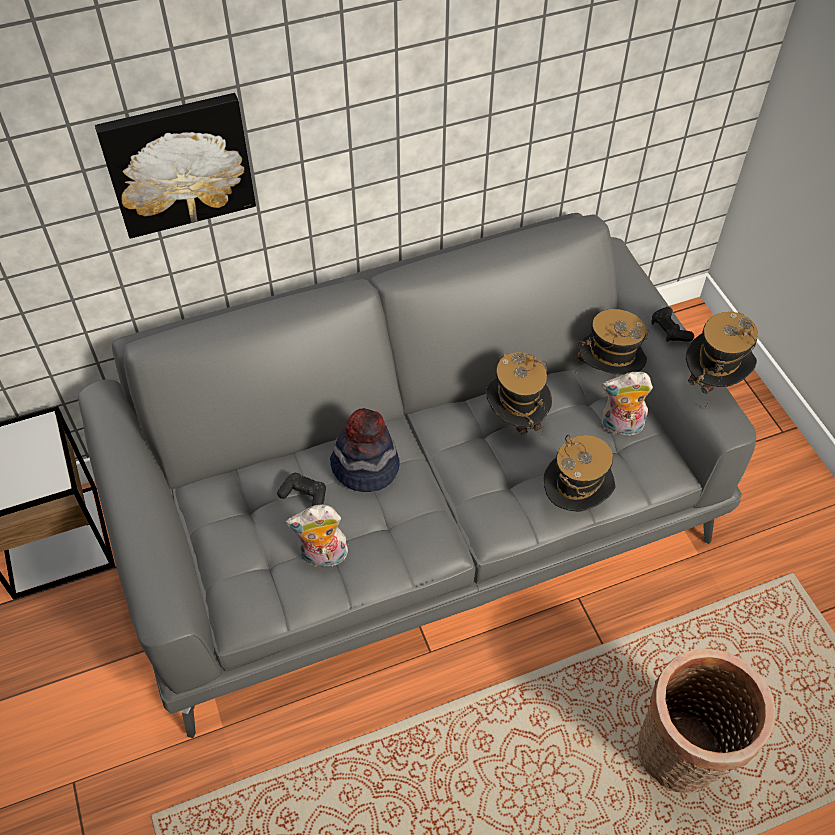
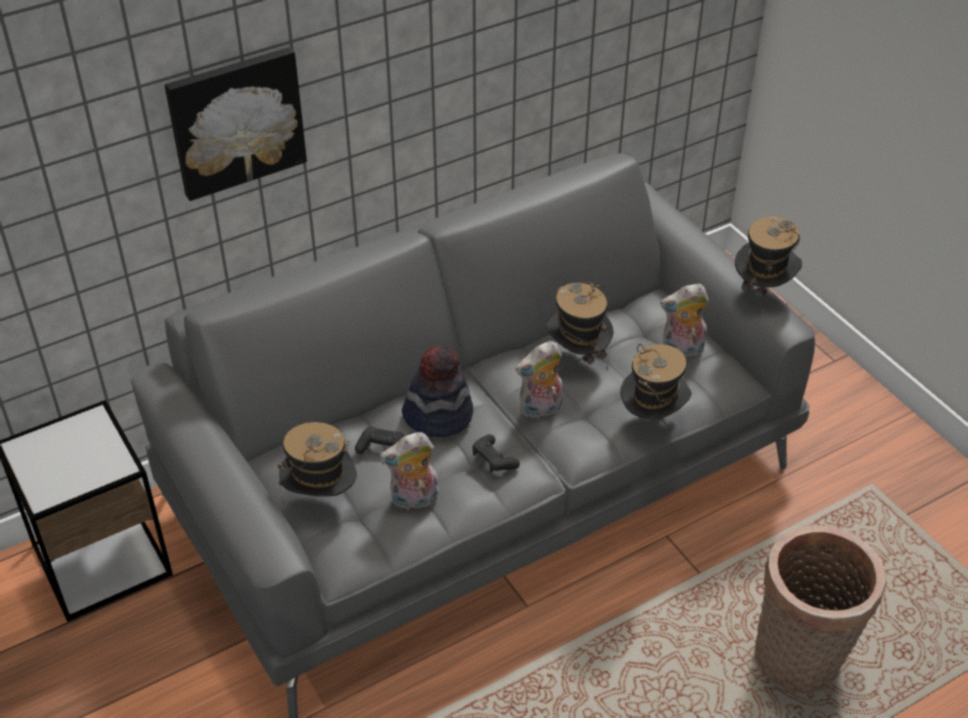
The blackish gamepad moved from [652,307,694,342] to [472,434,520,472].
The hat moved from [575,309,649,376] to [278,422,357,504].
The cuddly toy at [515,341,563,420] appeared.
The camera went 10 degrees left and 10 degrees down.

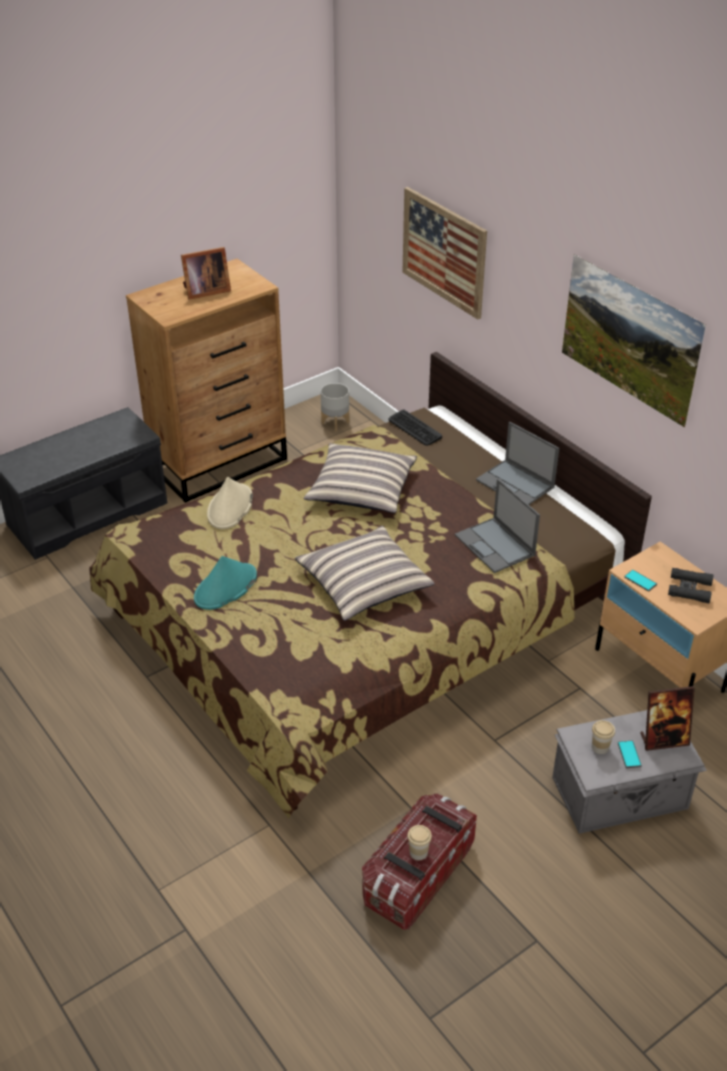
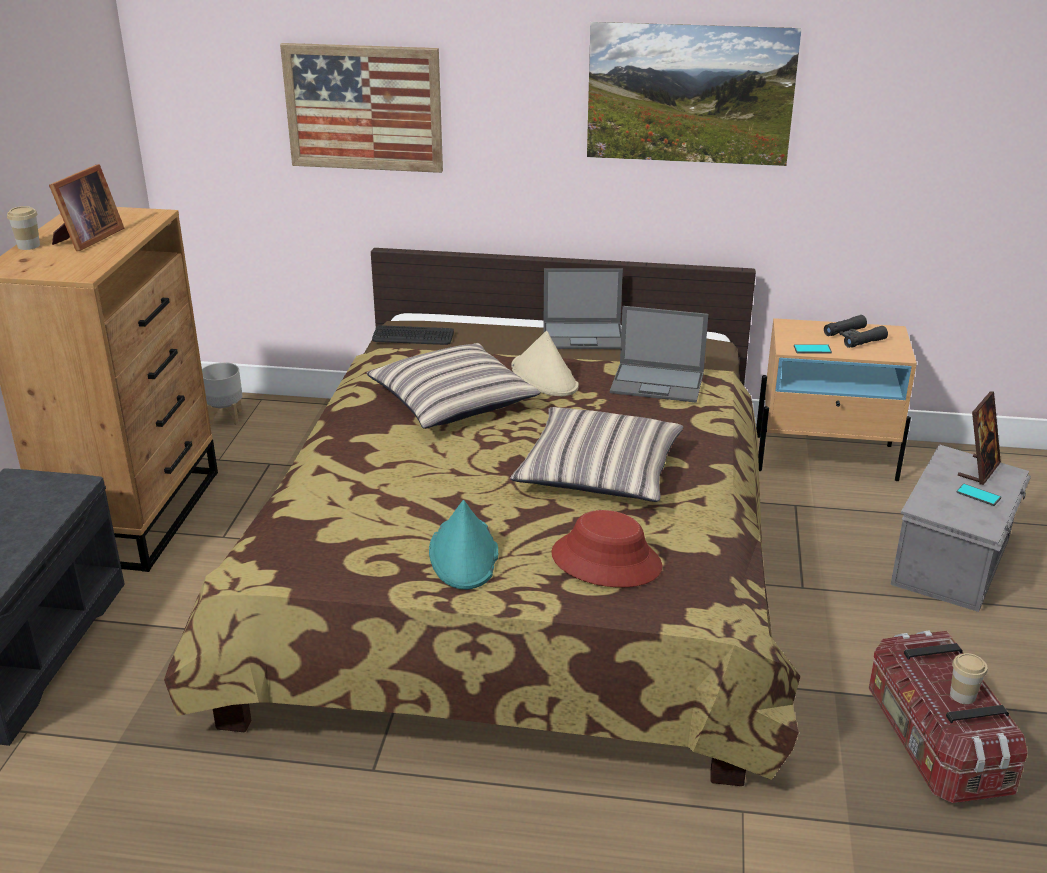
The sand-coloured hat moved from [207,477,253,529] to [511,331,579,396].
The drinking cup moved from [592,720,615,754] to [7,206,40,250].
The reddish hat at [551,510,662,588] appeared.
The camera went 45 degrees left and 10 degrees down.

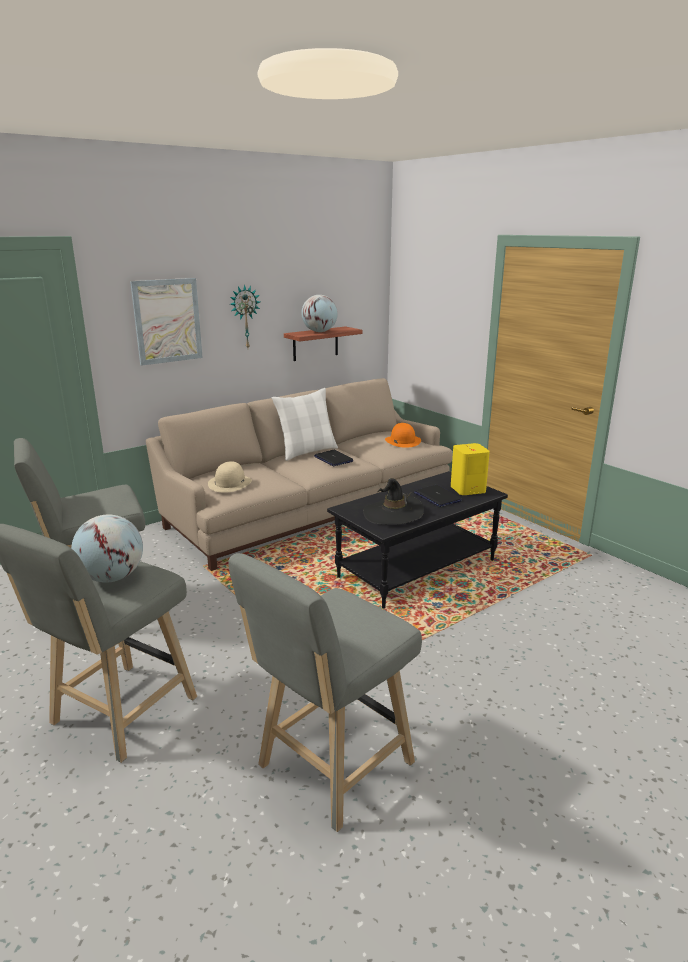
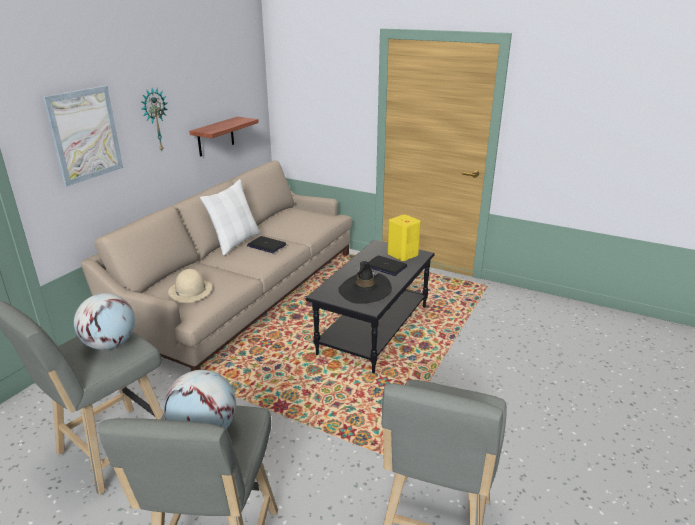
The globe moved from [301,295,338,332] to [74,293,135,350].
The orange-coloured hat at [385,423,421,448] disappeared.
The camera went 25 degrees left and 5 degrees up.

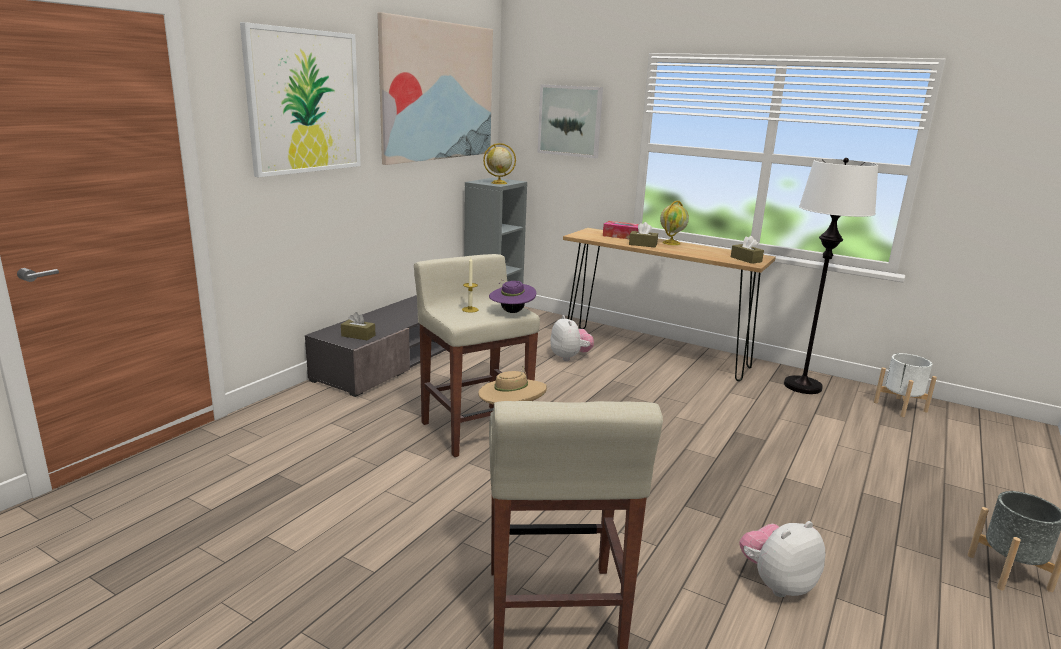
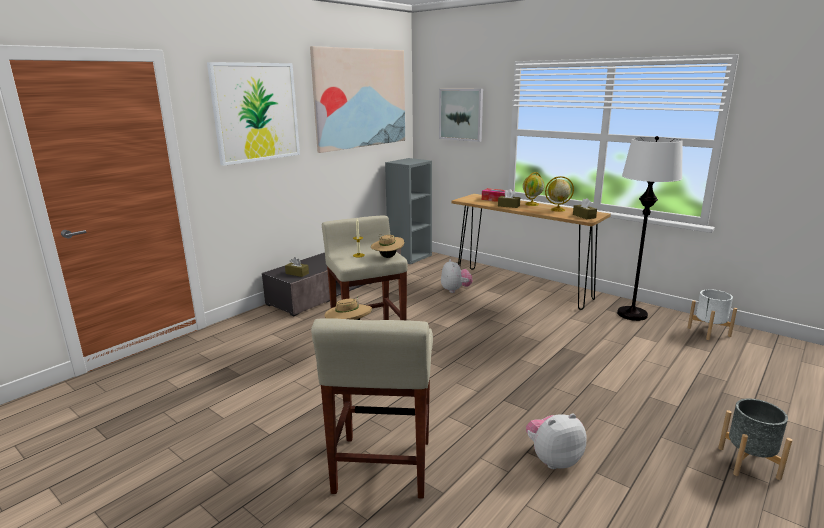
The globe moved from [483,143,516,184] to [545,176,574,212].
The purple hat at [489,280,536,313] became the sand-coloured hat at [371,234,404,258].
The camera went 10 degrees right and 0 degrees up.

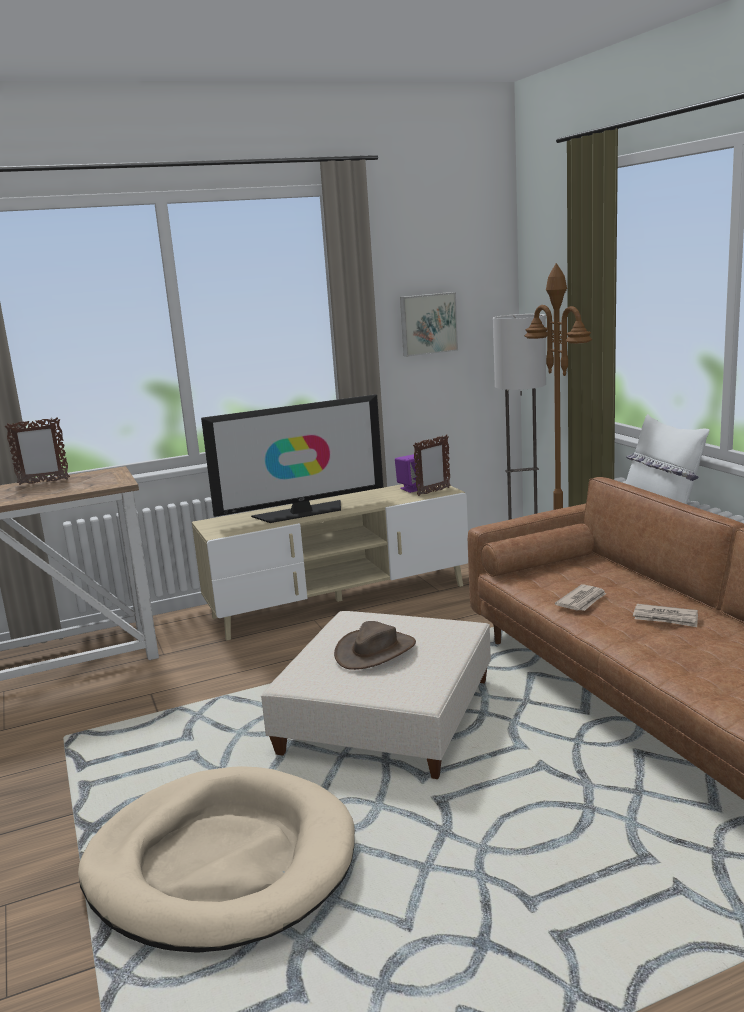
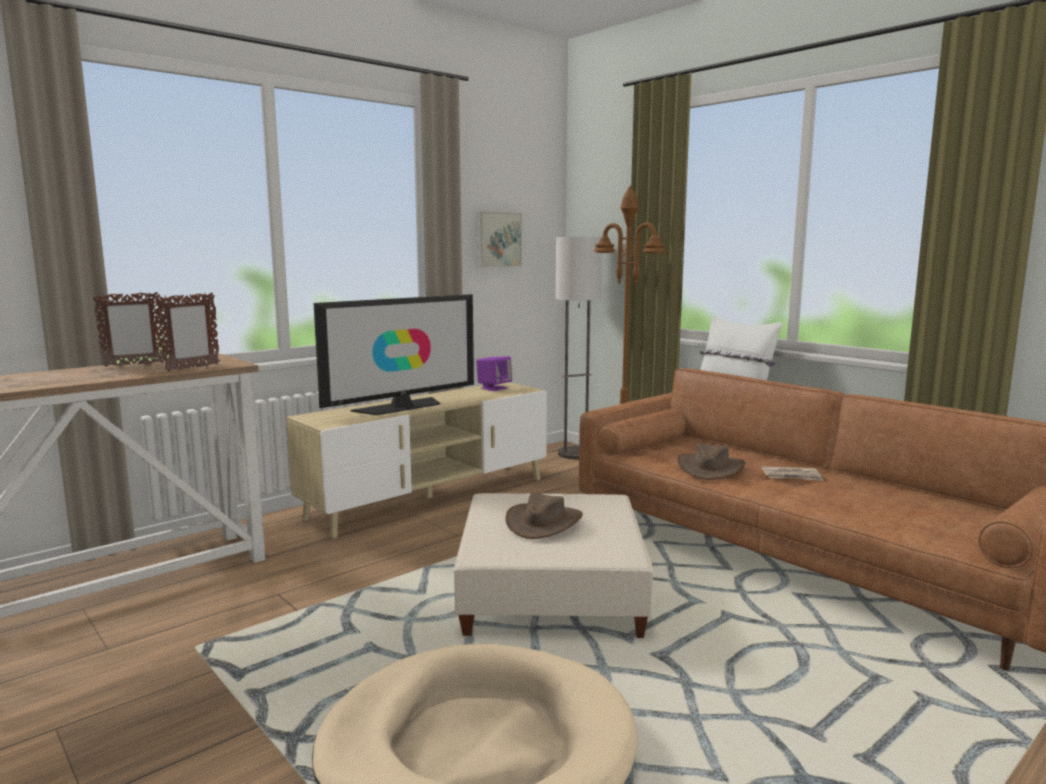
The picture frame moved from [413,435,451,496] to [157,293,220,371].
The newspaper at [555,584,606,611] was replaced by the brownish hat at [677,443,745,480].
The camera went 20 degrees left and 5 degrees down.

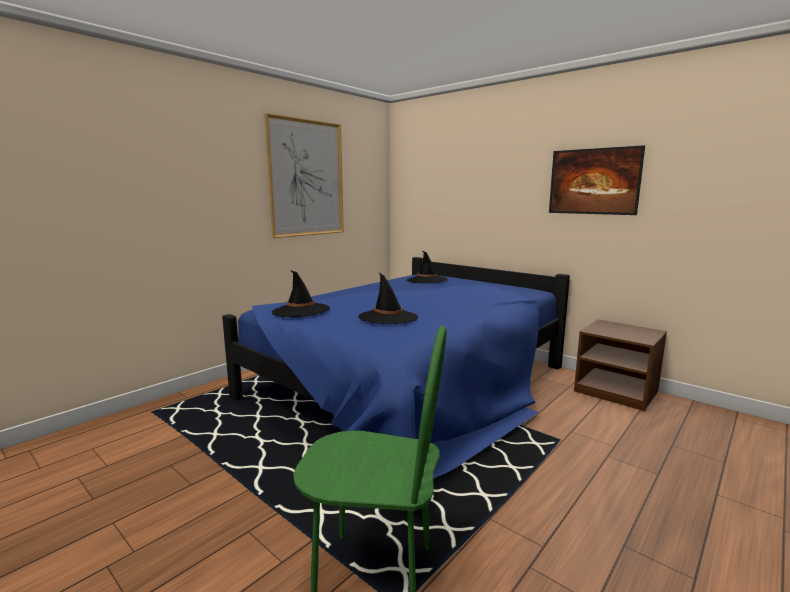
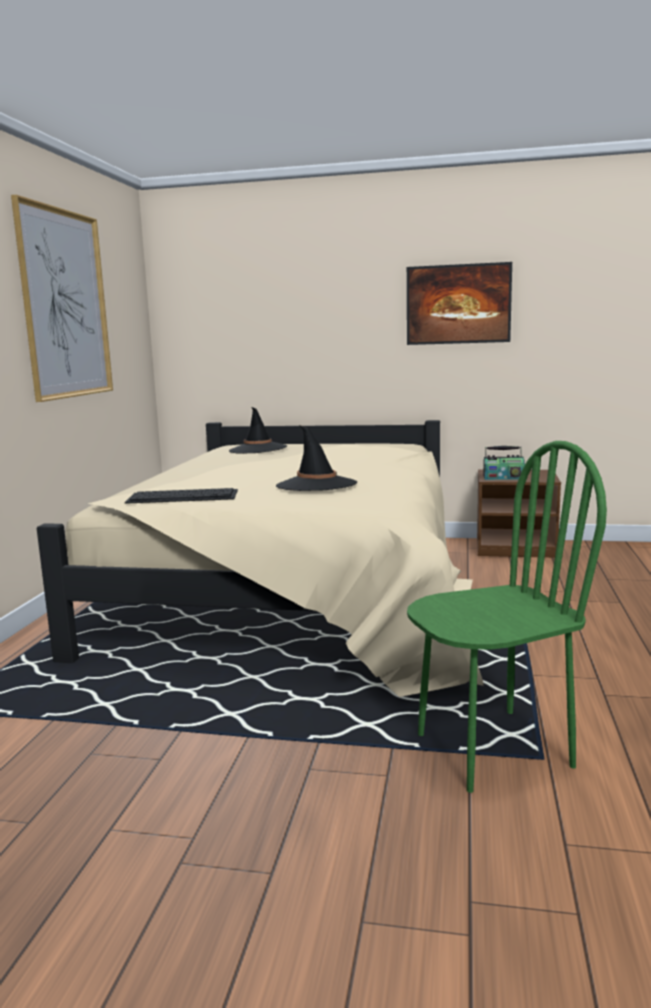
The blue-coloured bedroom bed at [222,257,570,479] became the sand-coloured bedroom bed at [37,420,484,697].
The blackish hat at [272,270,330,317] was replaced by the PC keyboard at [125,488,238,504].
The radio at [483,446,525,480] appeared.
The camera went 30 degrees left and 0 degrees up.

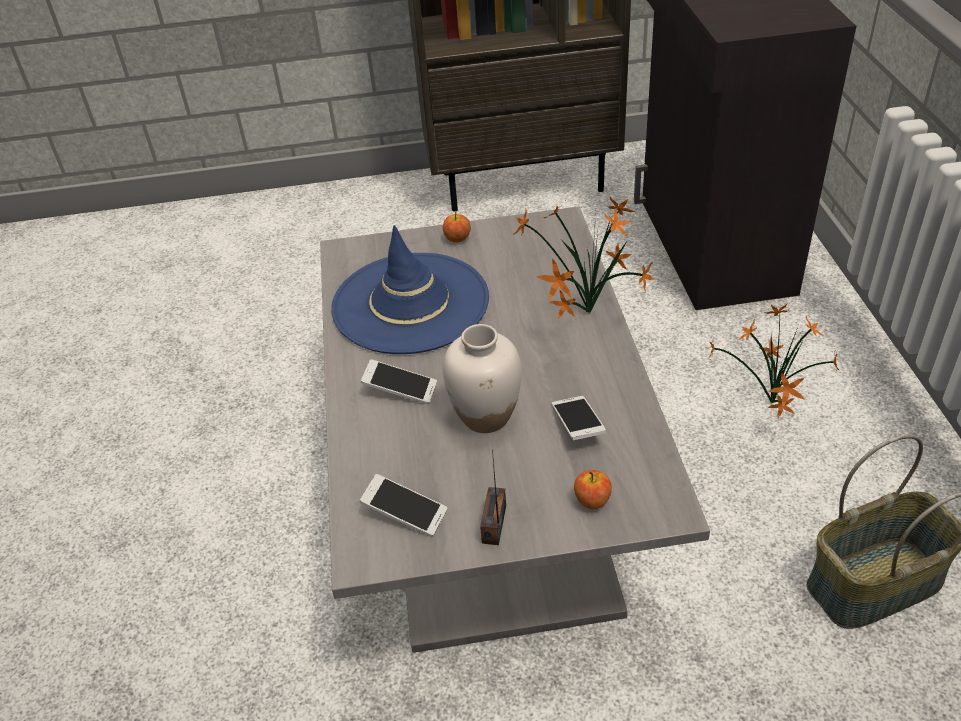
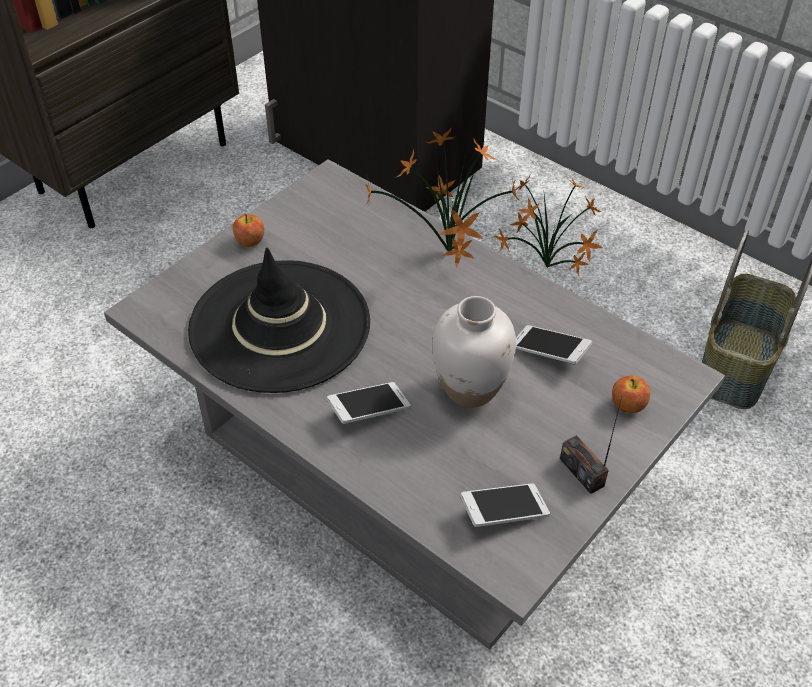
The blue-coloured hat at [331,225,489,354] became the blackish hat at [188,248,370,393].
The camera went 45 degrees left and 5 degrees up.

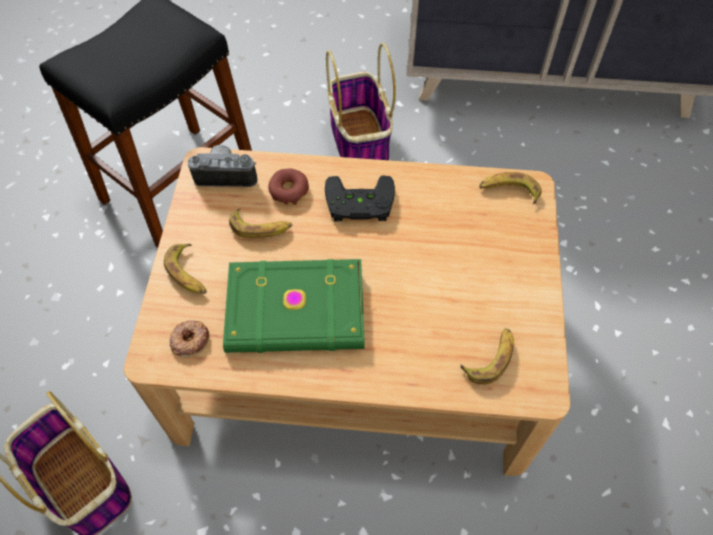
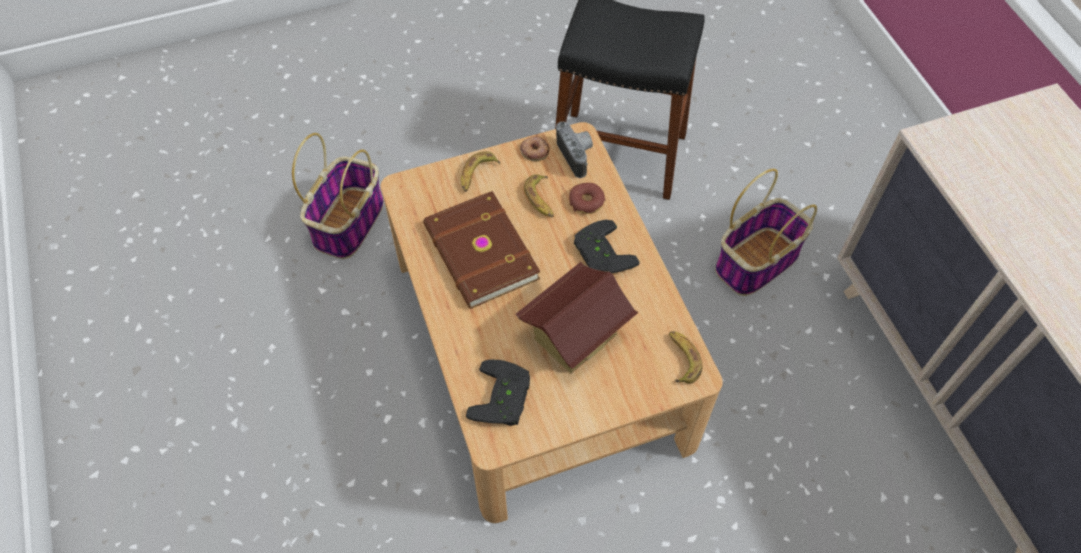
The green-coloured volume at [223,259,365,353] became the brownish volume at [423,191,540,309].
The donut moved from [169,320,209,357] to [520,136,550,161].
The whole banana at [461,329,514,384] was replaced by the blackish gamepad at [466,359,530,426].
The toy house at [515,262,638,374] appeared.
The camera went 65 degrees right and 0 degrees up.

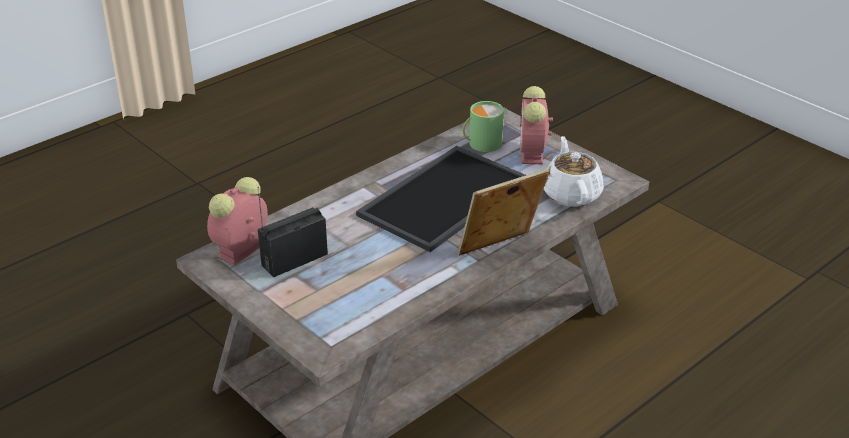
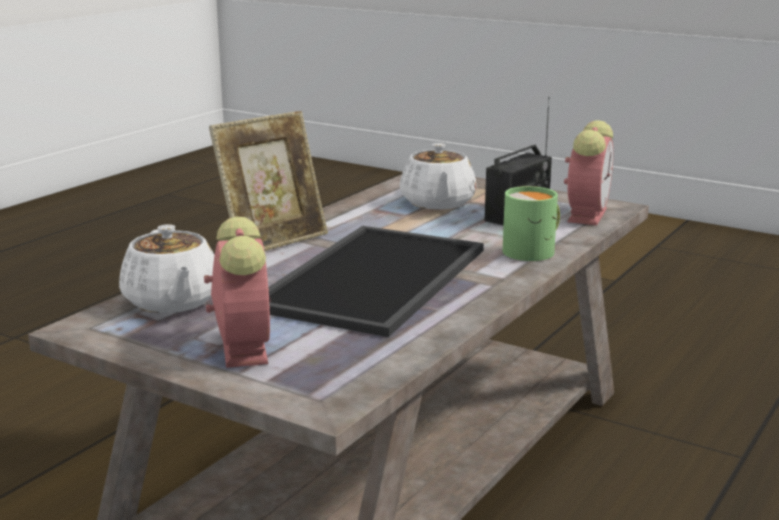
The green-coloured coffee mug moved from [463,101,504,152] to [503,186,560,261].
The white tea pot at [399,143,476,210] appeared.
The camera went 165 degrees right and 15 degrees down.

